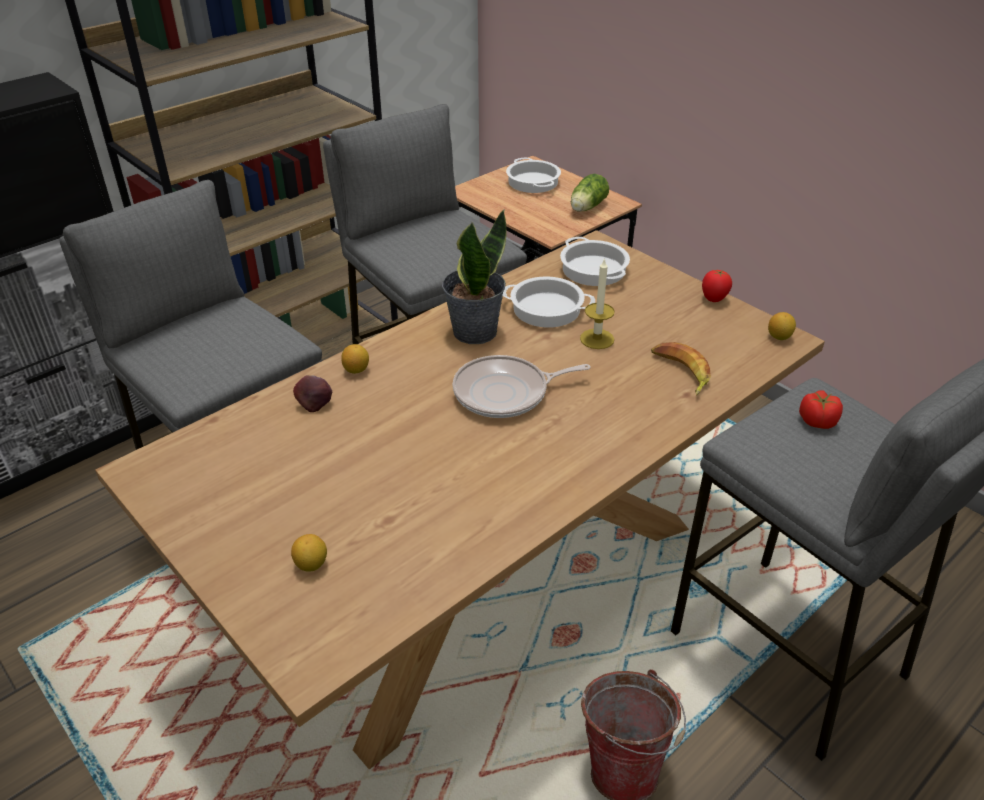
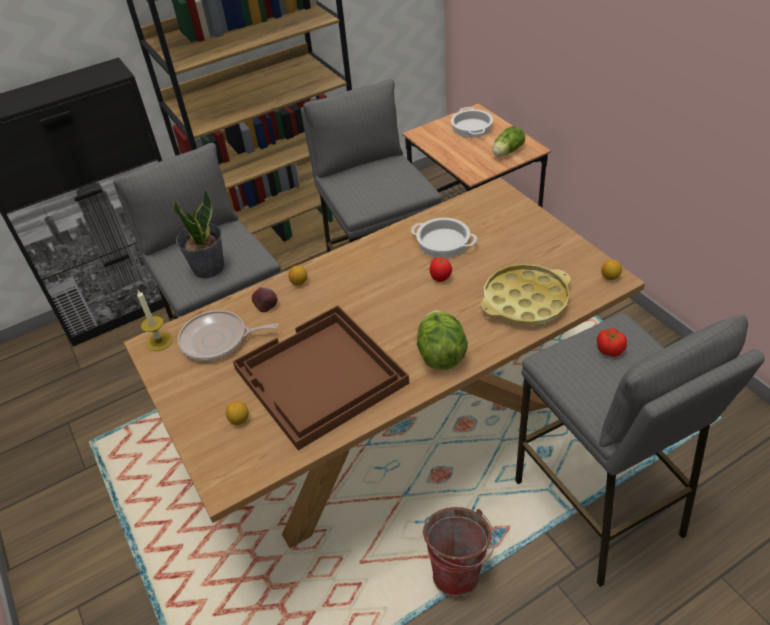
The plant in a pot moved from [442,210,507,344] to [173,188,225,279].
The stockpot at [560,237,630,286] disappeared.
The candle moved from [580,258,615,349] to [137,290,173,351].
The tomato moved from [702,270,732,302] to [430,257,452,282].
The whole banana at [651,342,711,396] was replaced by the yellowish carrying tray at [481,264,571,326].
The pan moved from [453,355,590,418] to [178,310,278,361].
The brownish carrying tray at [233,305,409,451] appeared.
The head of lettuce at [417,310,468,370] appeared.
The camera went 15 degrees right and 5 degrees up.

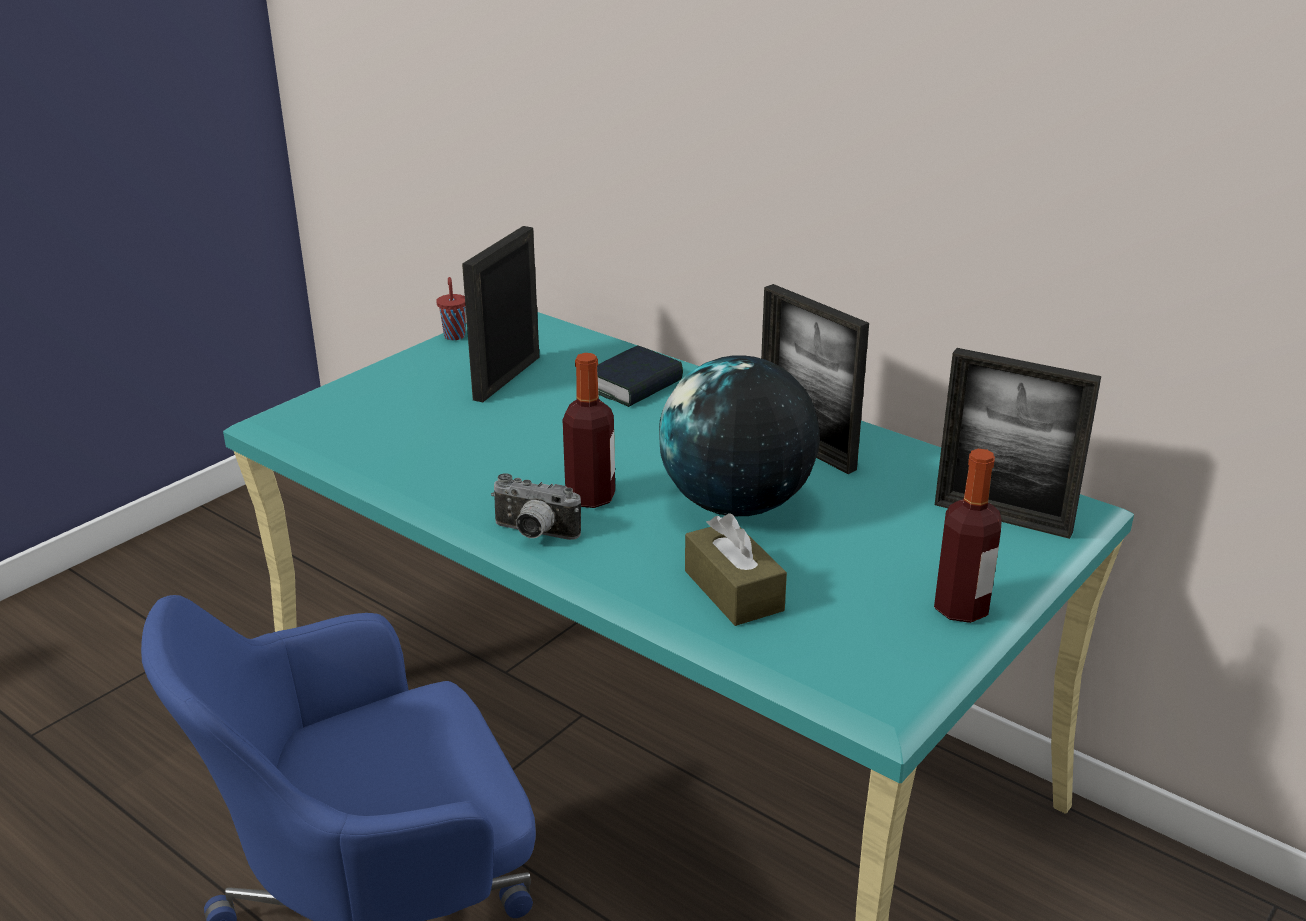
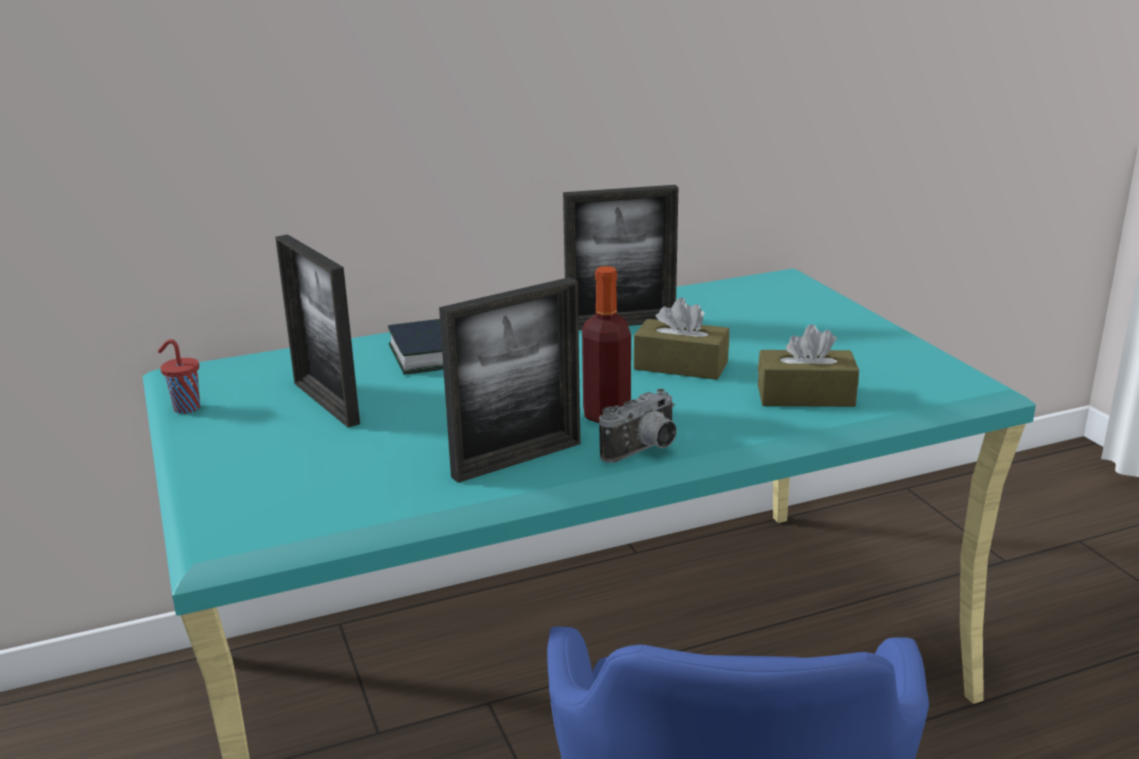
The picture frame moved from [935,348,1101,539] to [439,277,580,483].
The globe at [659,355,820,516] was replaced by the brownish box of tissues at [634,298,729,380].
The drink bottle at [934,449,1002,623] disappeared.
The camera went 60 degrees left and 5 degrees down.

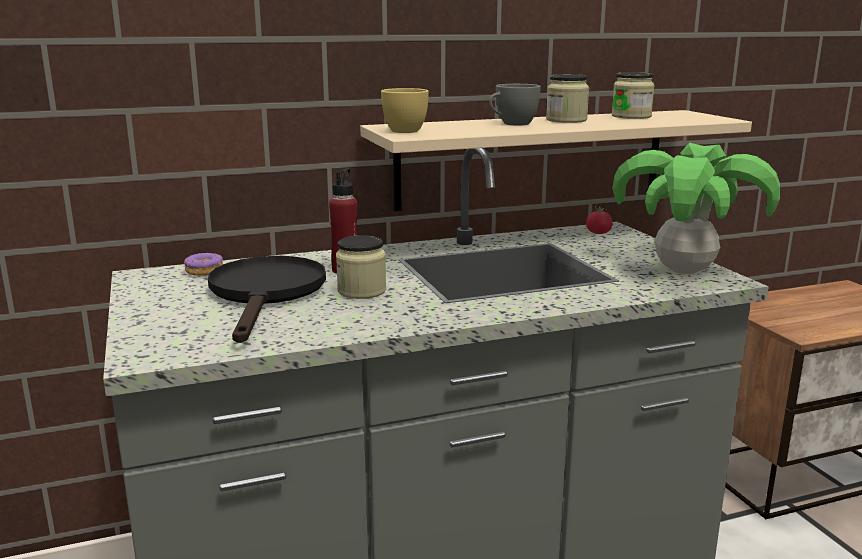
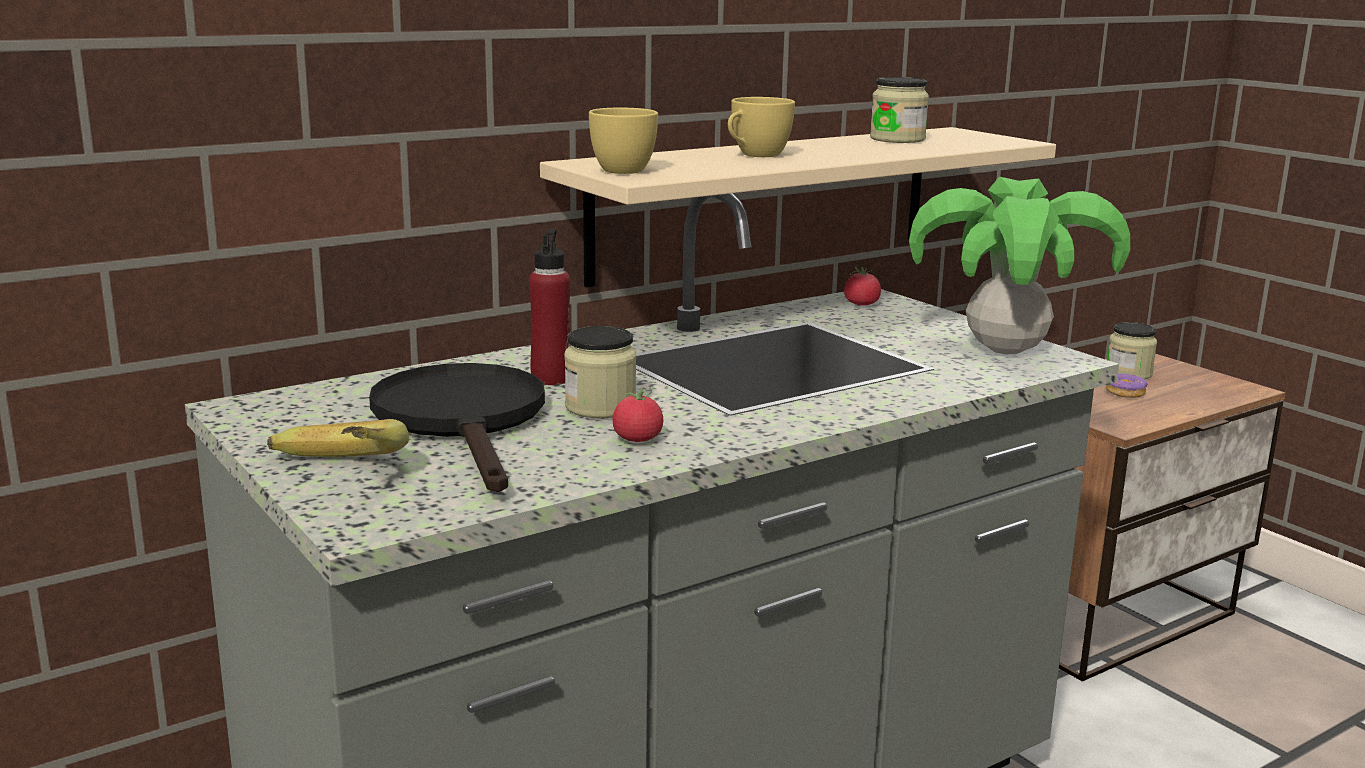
The jar moved from [546,74,589,123] to [1107,322,1157,379].
The greyish drinking cup at [489,84,541,126] became the yellowish drinking cup at [728,97,795,157].
The donut moved from [184,253,223,276] to [1106,373,1148,398].
The tomato at [612,387,663,442] appeared.
The whole banana at [267,419,409,457] appeared.
The camera went 15 degrees left and 0 degrees up.

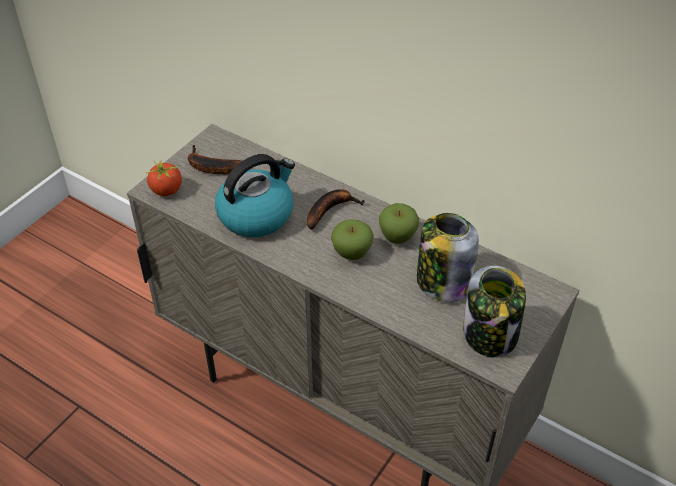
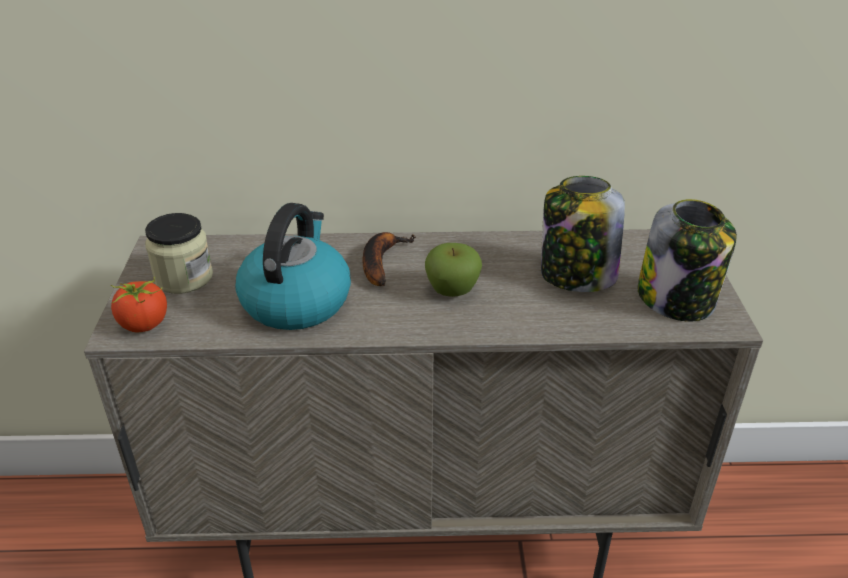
The whole banana at [188,145,242,174] was replaced by the jar at [145,213,213,294].
The apple at [379,203,419,244] disappeared.
The camera went 35 degrees left and 10 degrees down.

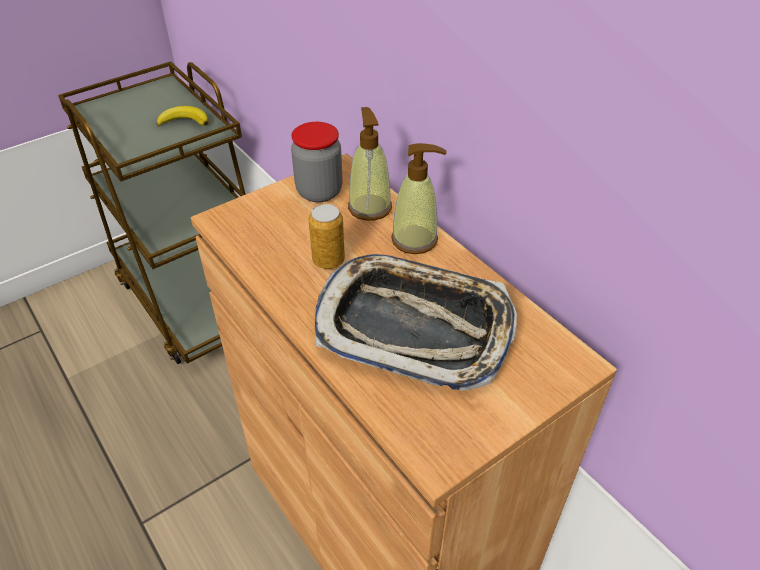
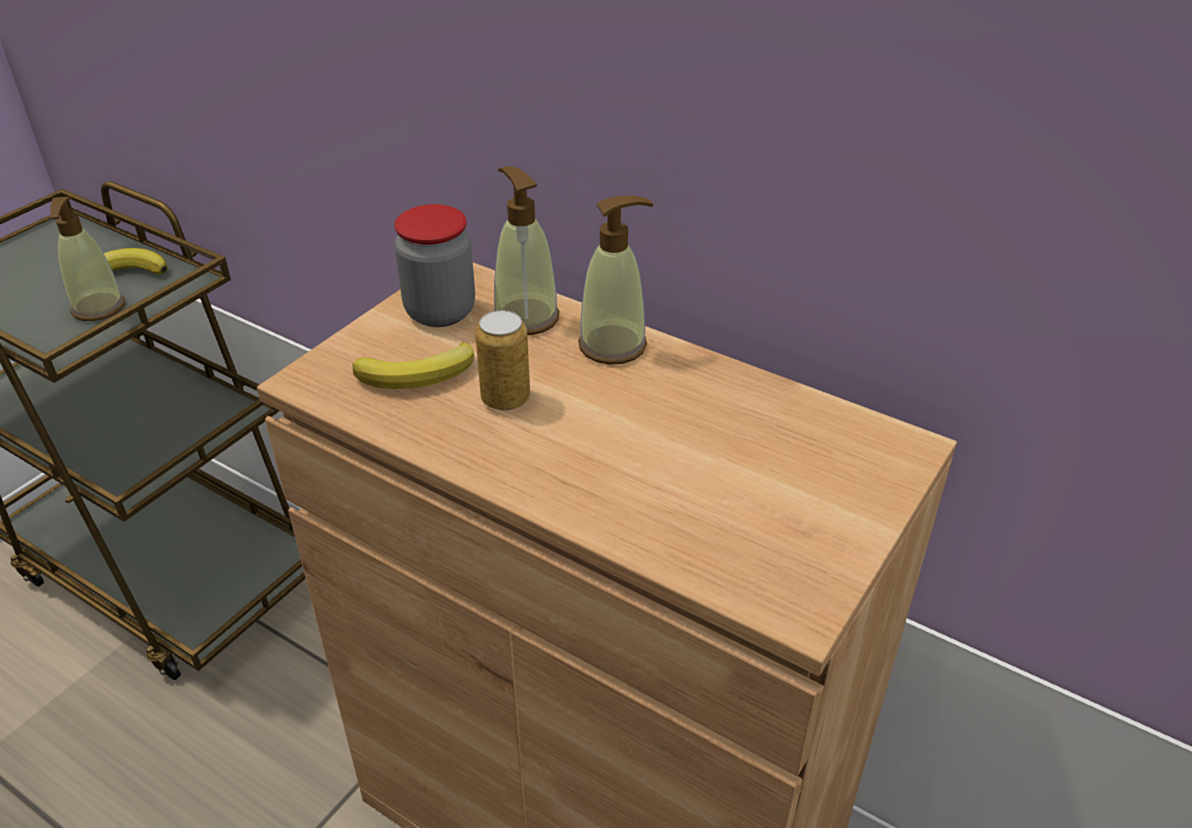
The carrying tray at [315,254,517,391] disappeared.
The liquid soap bottle at [51,196,125,321] appeared.
The whole banana at [353,342,474,389] appeared.
The camera went 20 degrees left and 5 degrees down.

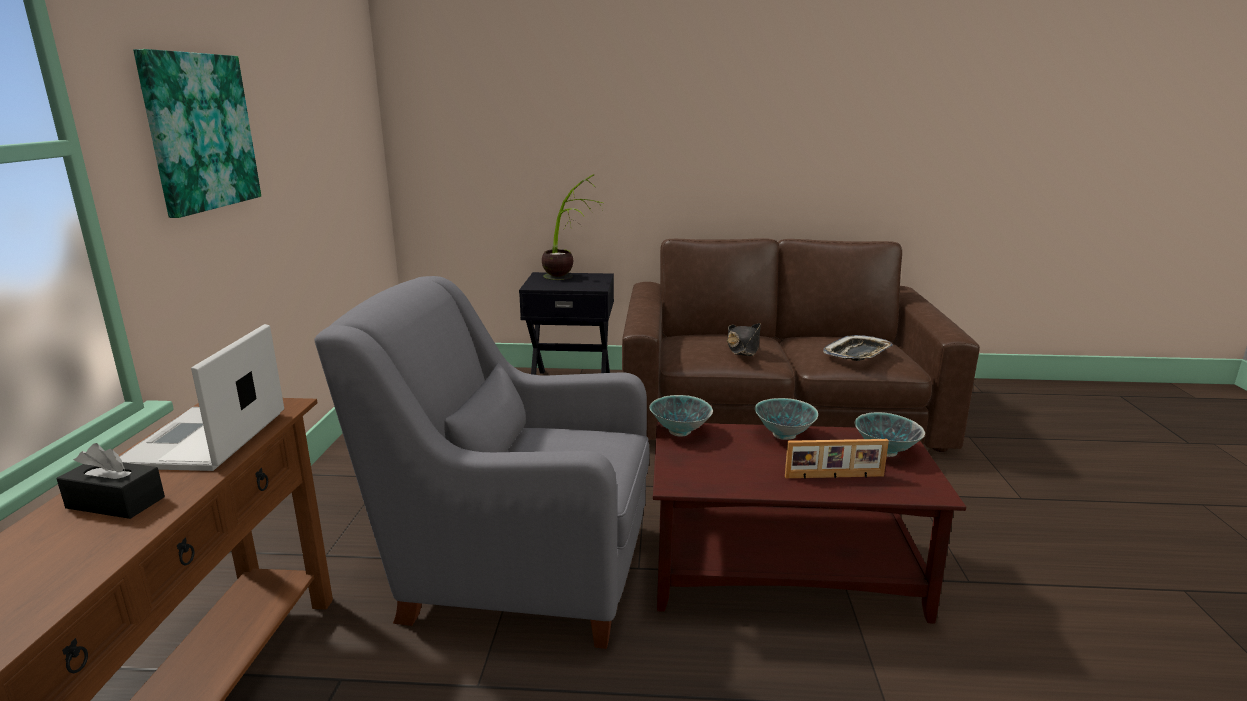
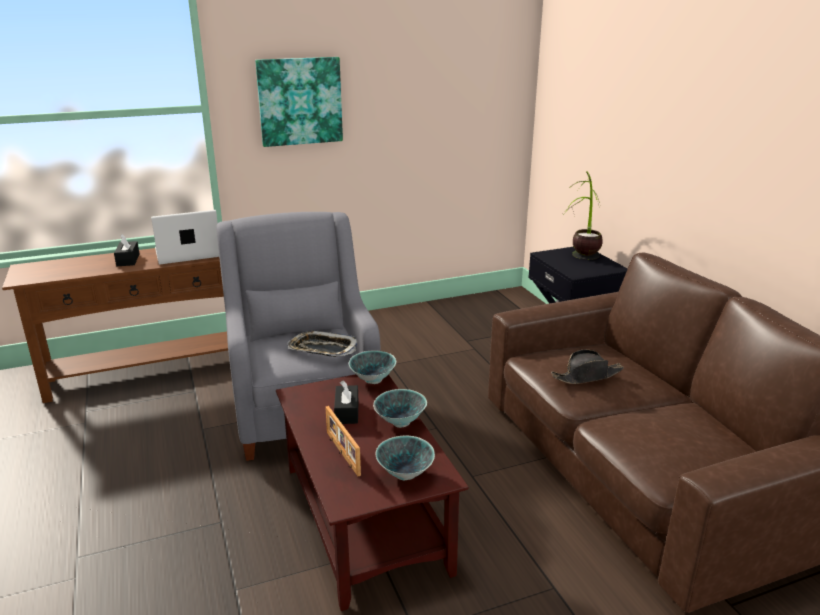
The carrying tray moved from [823,335,893,361] to [287,331,357,357].
The blackish box of tissues at [334,380,358,424] appeared.
The camera went 65 degrees right and 5 degrees up.

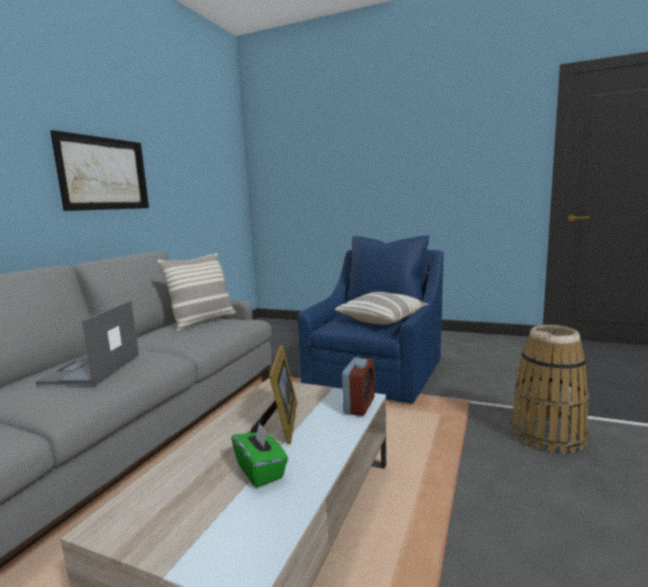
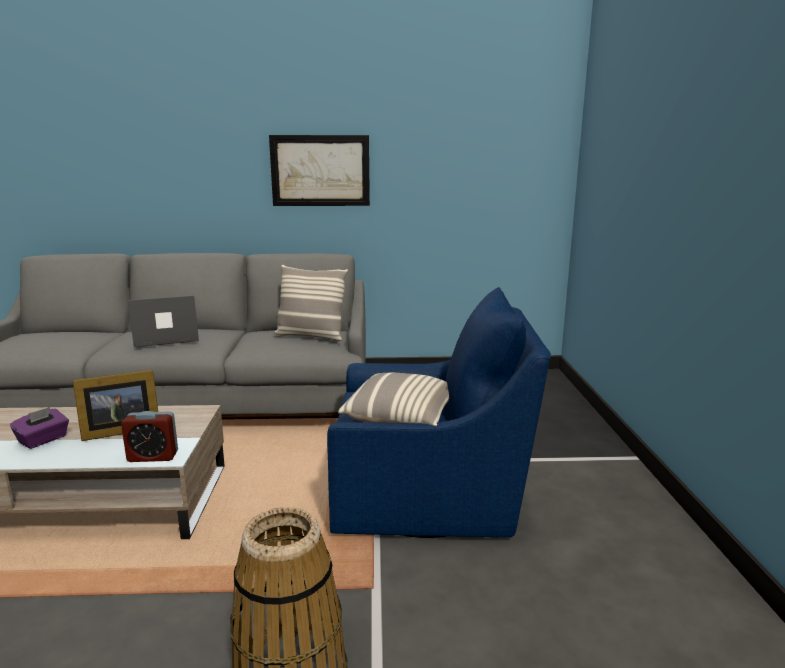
The green-coloured box of tissues at [231,422,288,488] became the purple box of tissues at [10,407,69,449].
The camera went 65 degrees right and 5 degrees up.

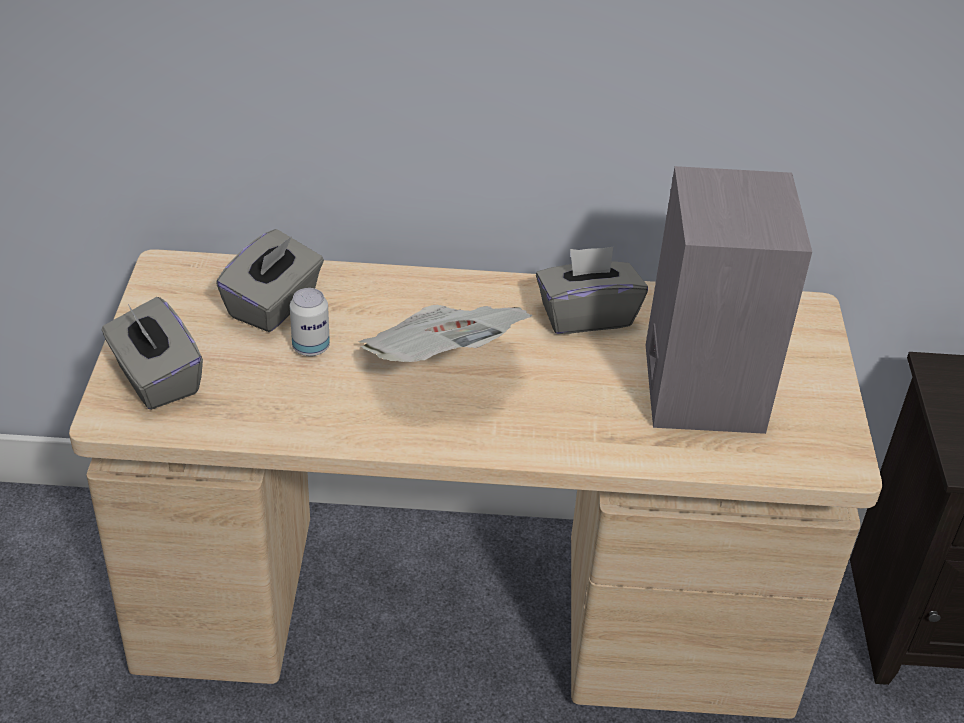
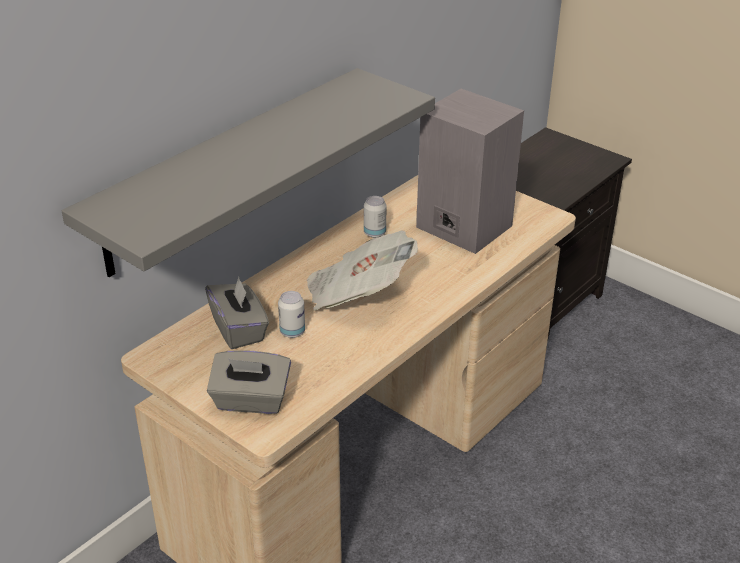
The greyish box of tissues at [536,247,648,334] was replaced by the can at [364,196,387,238].
The greyish wall shelf at [62,68,435,277] appeared.
The camera went 50 degrees left and 5 degrees down.

